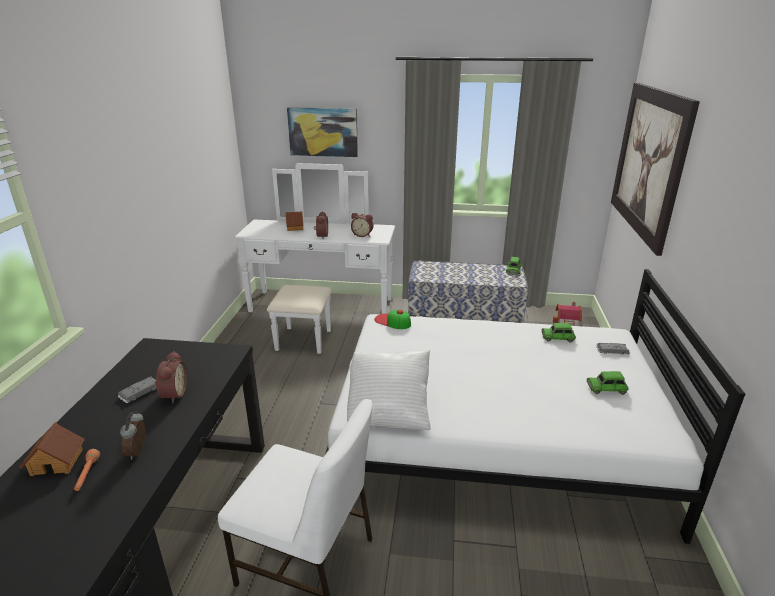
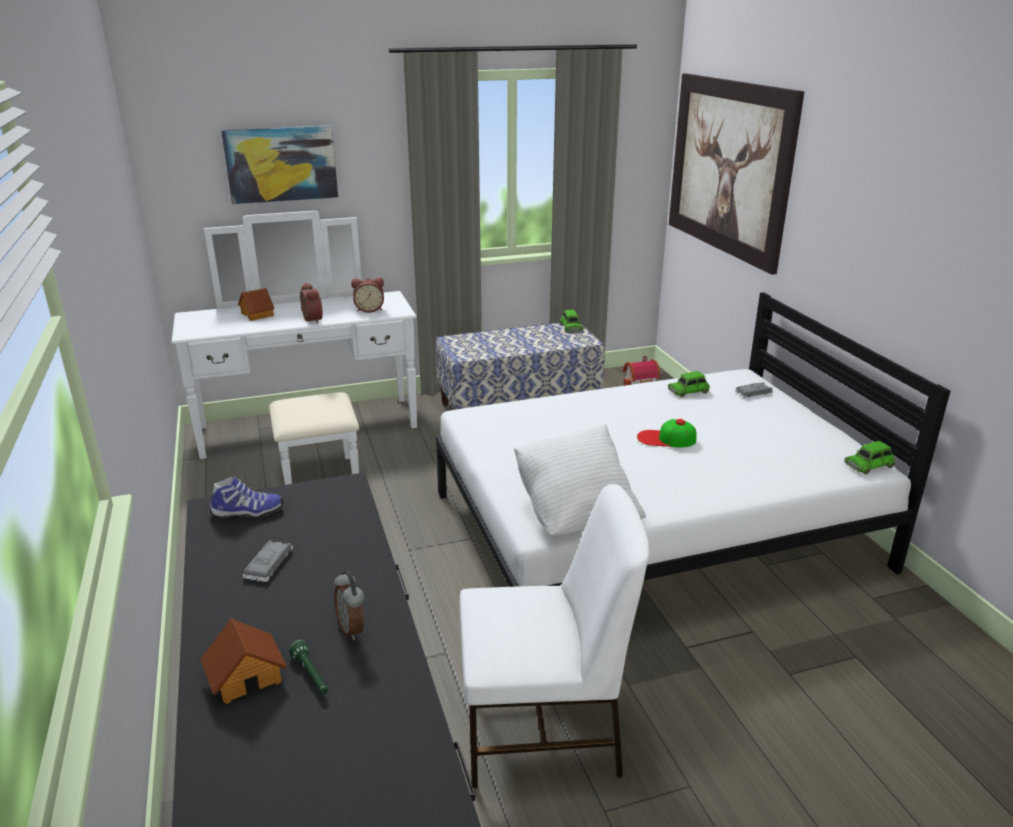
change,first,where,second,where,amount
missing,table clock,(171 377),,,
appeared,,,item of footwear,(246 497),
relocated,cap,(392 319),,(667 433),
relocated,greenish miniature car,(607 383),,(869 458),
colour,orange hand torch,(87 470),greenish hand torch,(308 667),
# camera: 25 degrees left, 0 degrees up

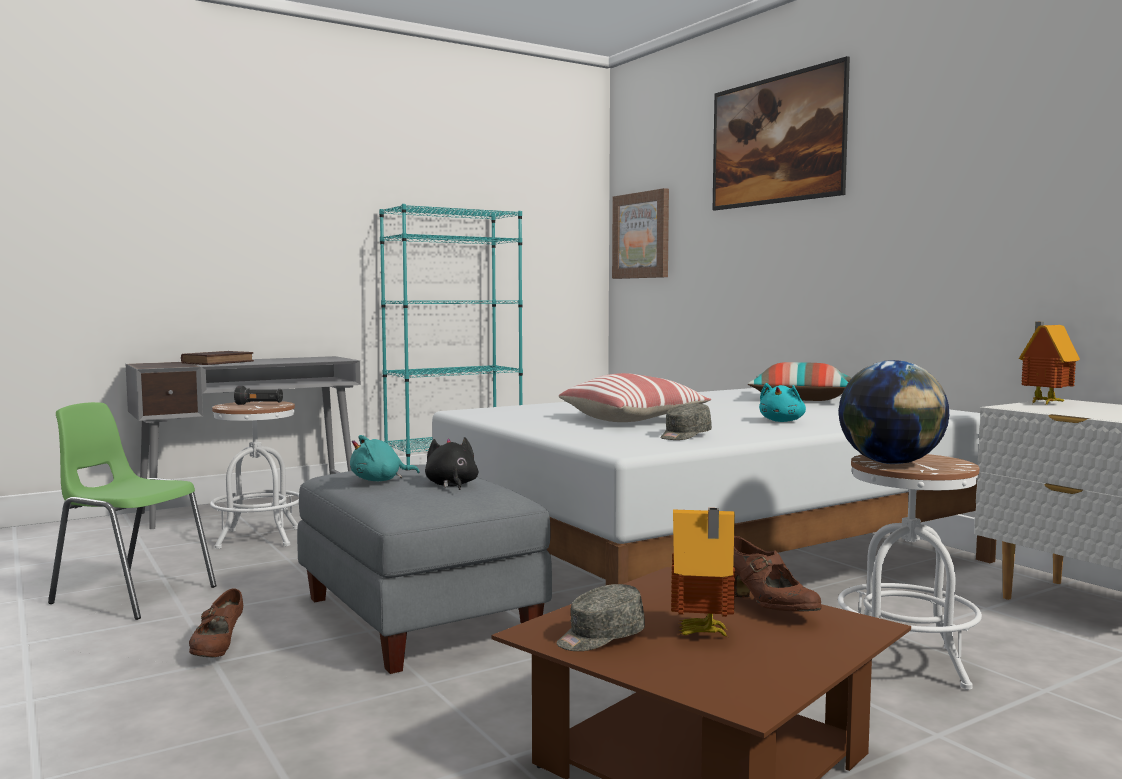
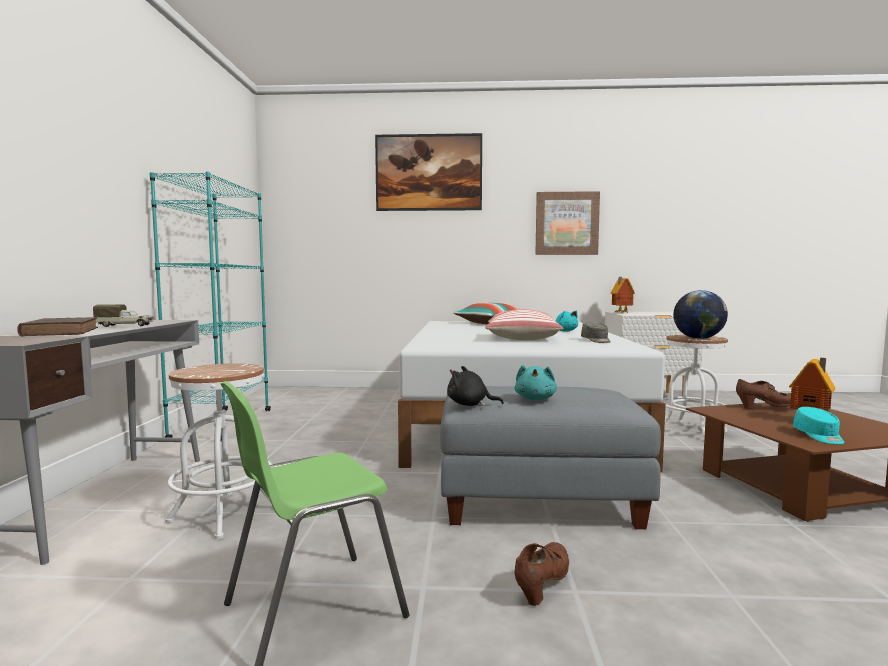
change,first,where,second,where,amount
missing,blackish hand torch,(258 395),,,
appeared,,,toy lorry,(123 315),
relocated,blackish soft toy,(451 463),,(475 386),
relocated,picture,(640 233),,(567 223),
colour,grey cap,(601 617),blue-green cap,(818 425),
spun,brownish item of footwear,(216 622),,(542 574),90 degrees counterclockwise
# camera: 55 degrees left, 0 degrees up

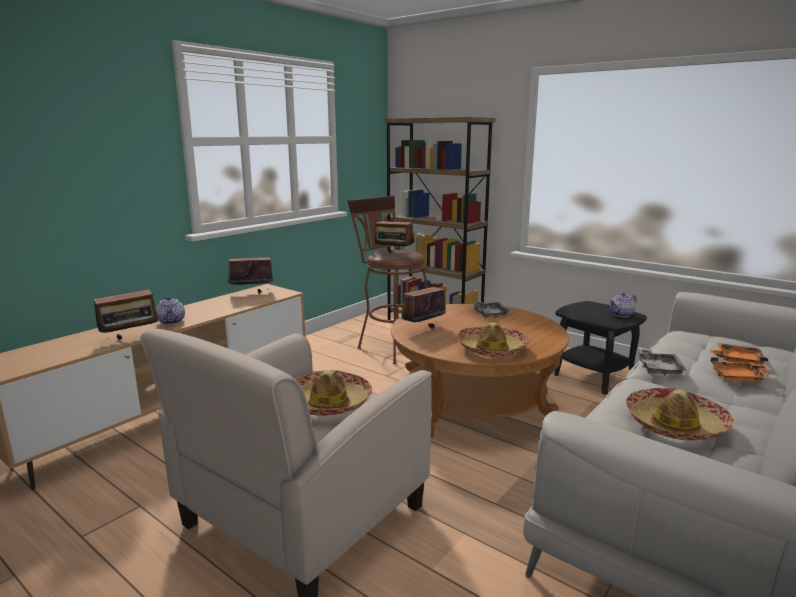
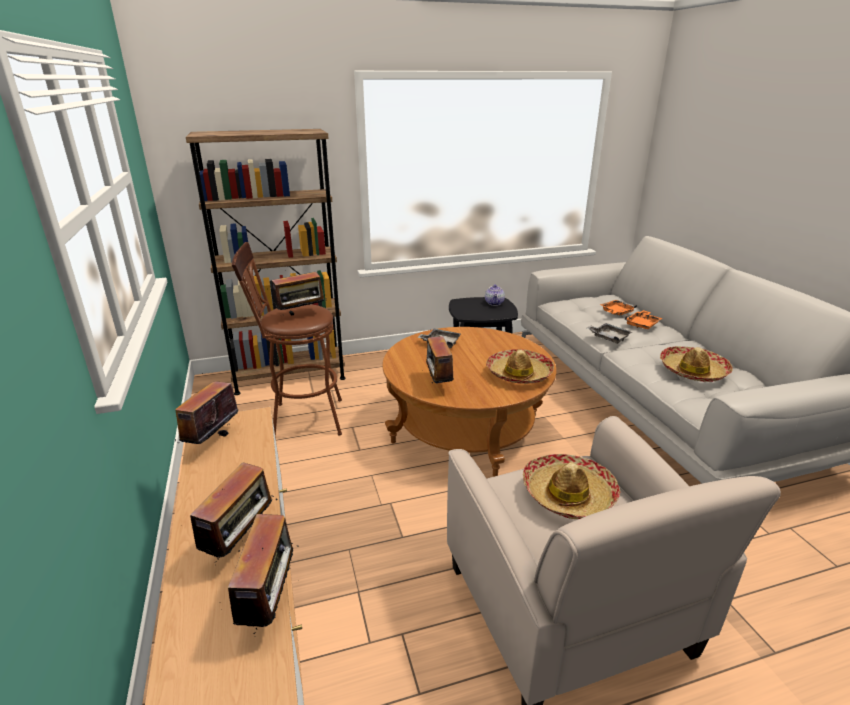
change,first,where,second,where,amount
exchanged,teapot,(170 310),radio receiver,(229 512),
# camera: 55 degrees left, 10 degrees up

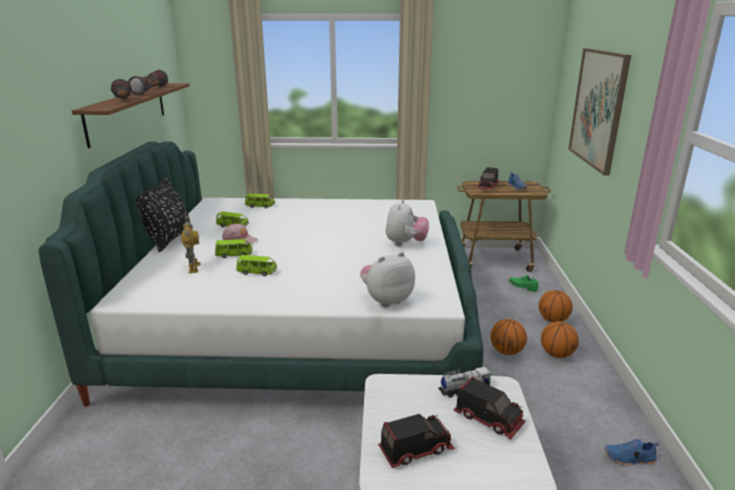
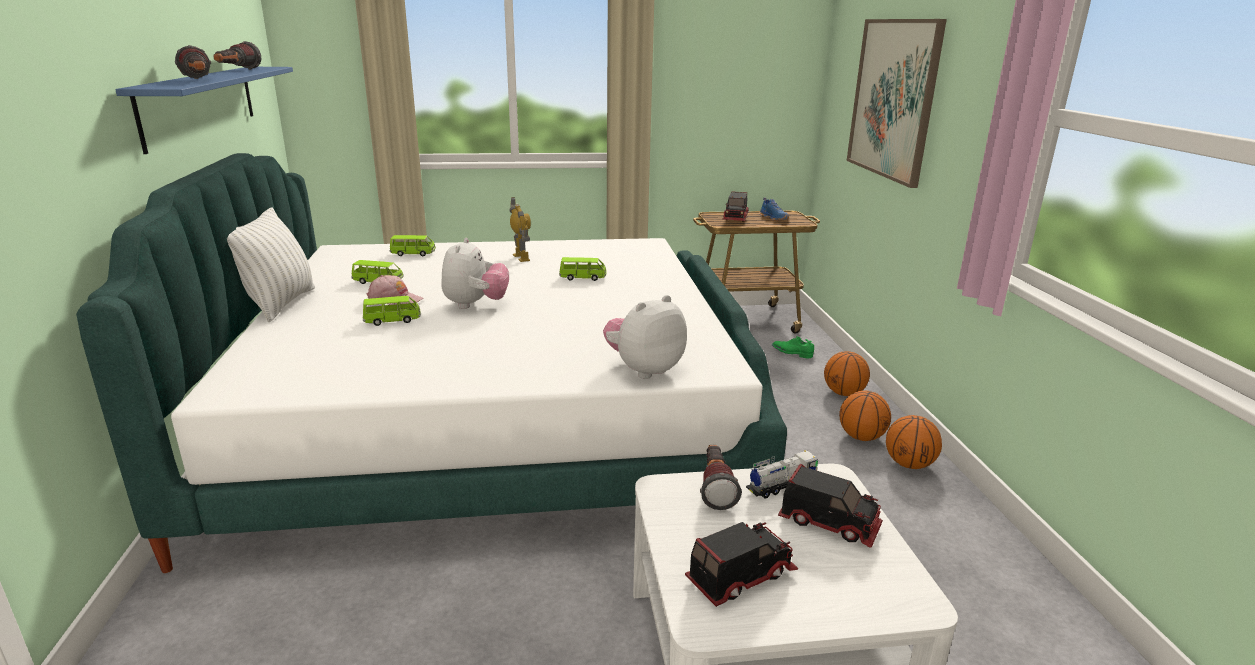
change,first,where,second,where,amount
missing,blue item of footwear,(631 452),,,
relocated,hand torch,(143 86),,(721 477),
relocated,toy robot,(190 244),,(520 229),
relocated,greenish miniature car,(256 265),,(583 269),
relocated,soft toy,(407 223),,(475 273),
relocated,basketball ball,(508 337),,(914 442),
colour,brownish wall shelf,(131 115),blue wall shelf,(204 110),
colour,blackish cushion,(164 214),whitish cushion,(271 264),
# camera: 10 degrees left, 0 degrees up

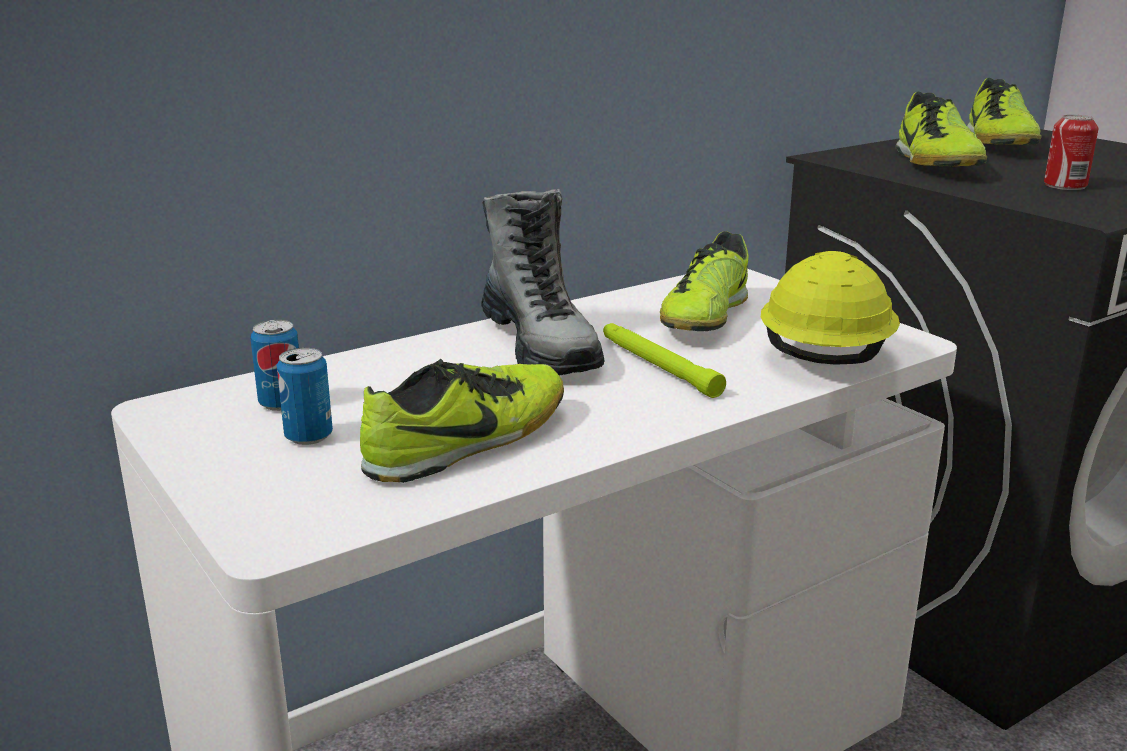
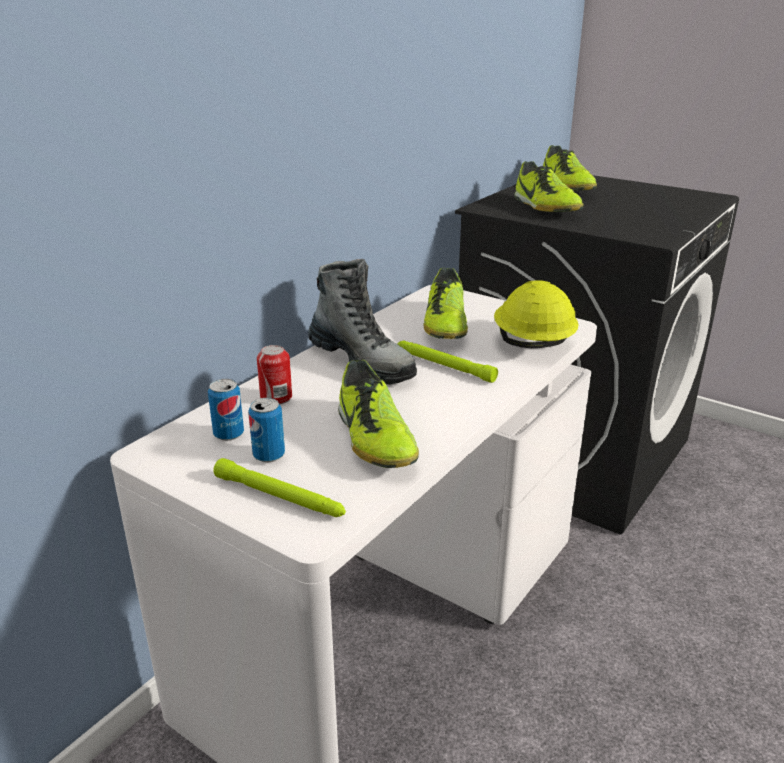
change,first,where,second,where,amount
appeared,,,greenish hand torch,(279 487),
relocated,sealed can,(1071 152),,(274 375),
spun,item of footwear,(462 421),,(378 414),135 degrees clockwise
# camera: 20 degrees left, 5 degrees up

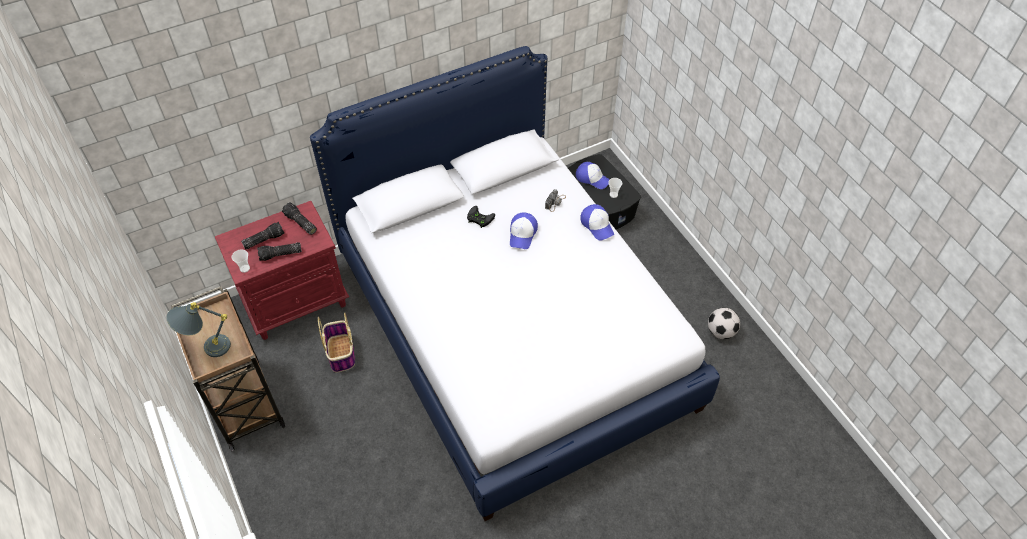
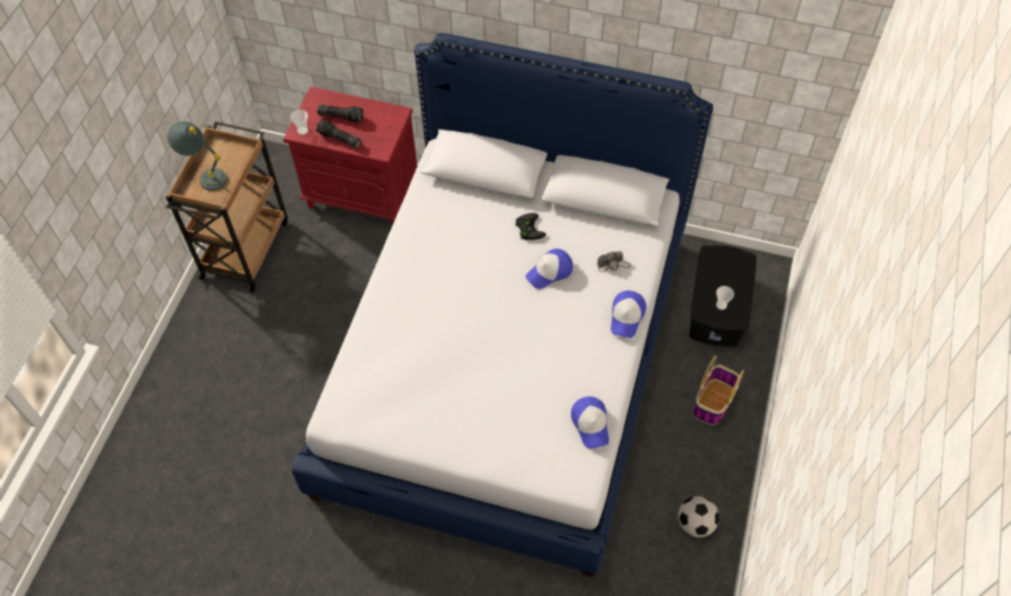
change,first,where,second,where,amount
missing,hand torch,(299 219),,,
relocated,basket,(336 342),,(718 390),
relocated,cap,(593 175),,(590 423),
# camera: 45 degrees right, 5 degrees up

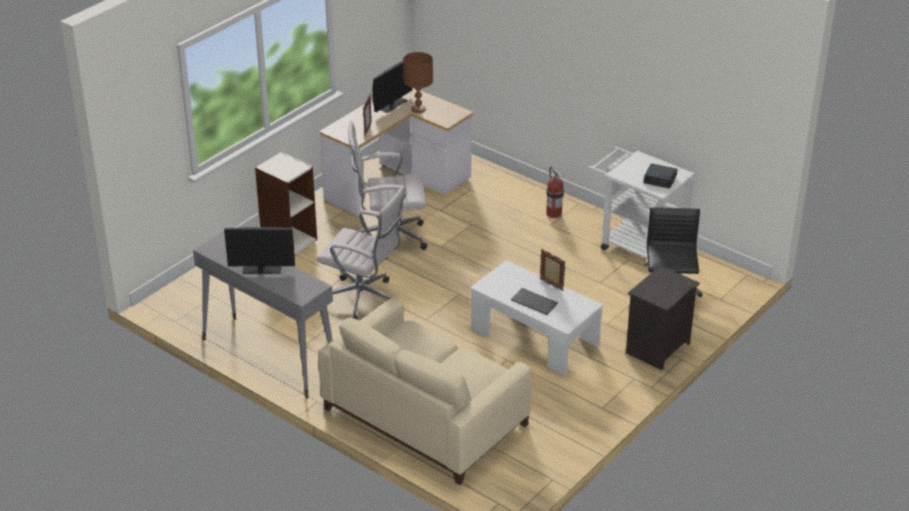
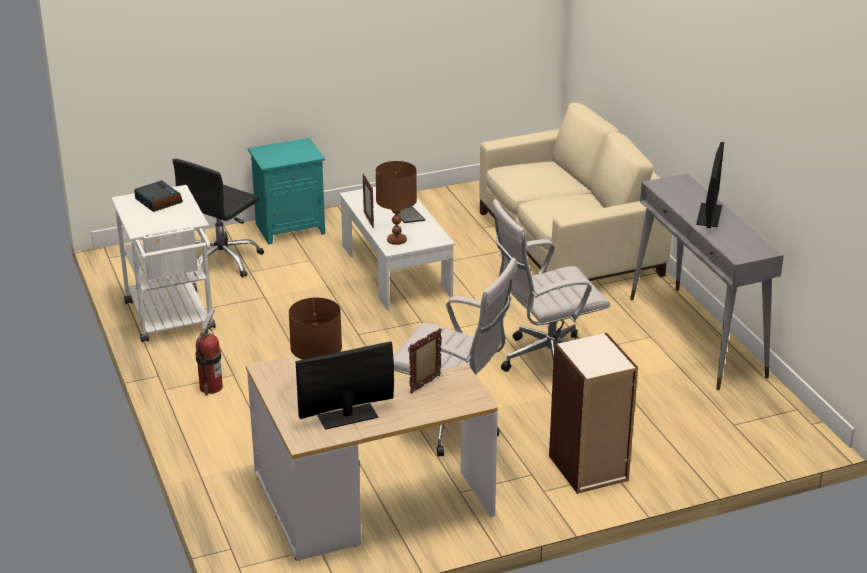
change,first,where,second,where,amount
appeared,,,brownish table lamp,(396 203),
colour,blackish bedside table,(663 317),blue-green bedside table,(286 191),
spun,computer screen,(259 250),,(710 185),75 degrees clockwise
spun,whitish desk chair,(361 252),,(550 285),75 degrees counterclockwise
# camera: 150 degrees left, 5 degrees down

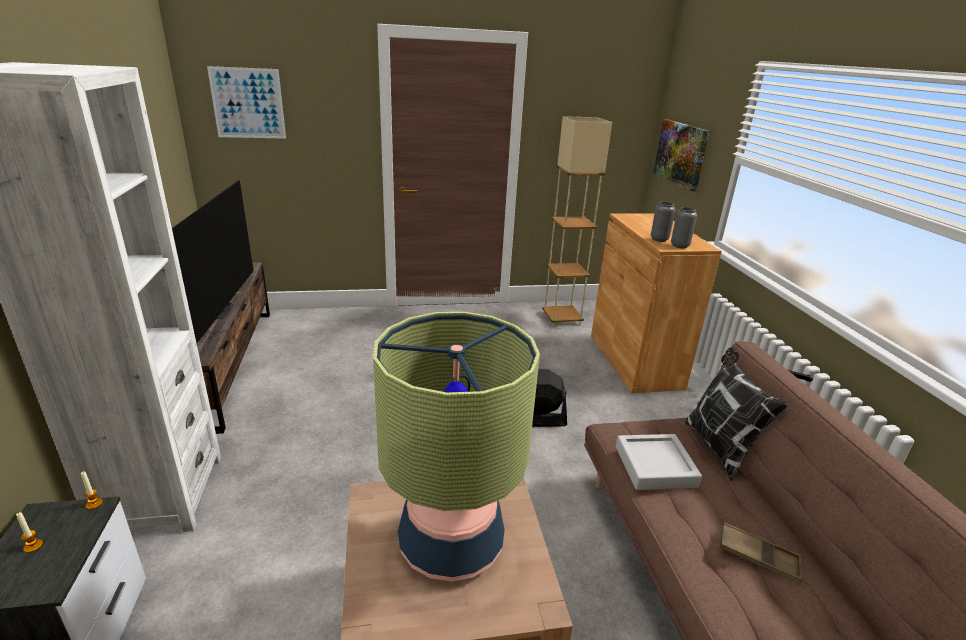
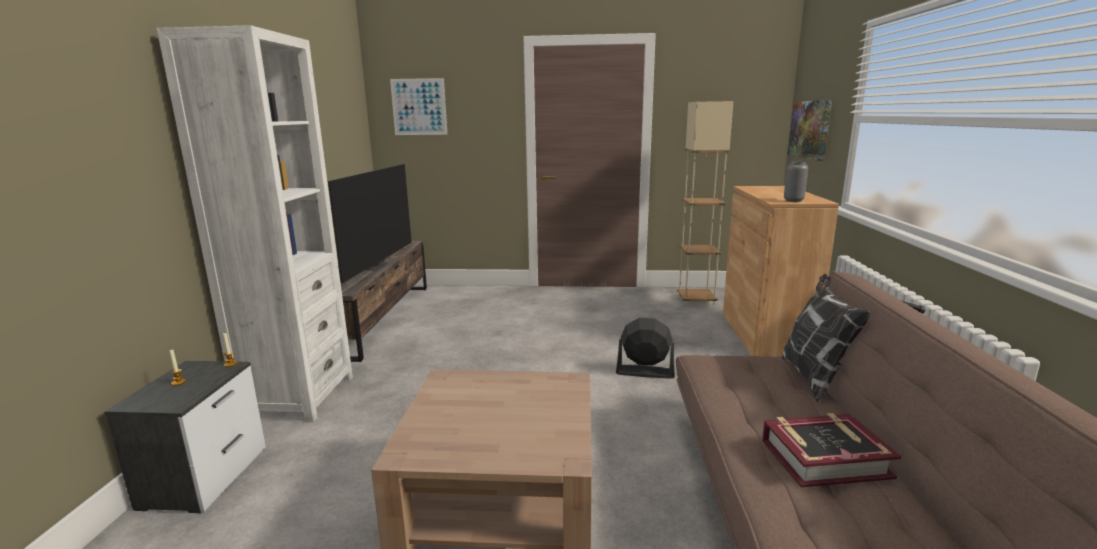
change,first,where,second,where,amount
missing,table lamp,(456 447),,,
missing,grey carrying tray,(659 462),,,
missing,grey vase,(663 222),,,
exchanged,brownish carrying tray,(761 553),bound book,(831 450),
# camera: 15 degrees right, 10 degrees down

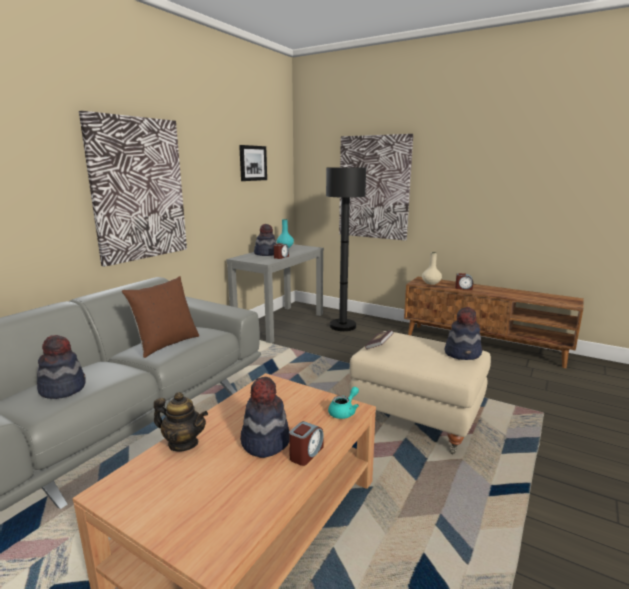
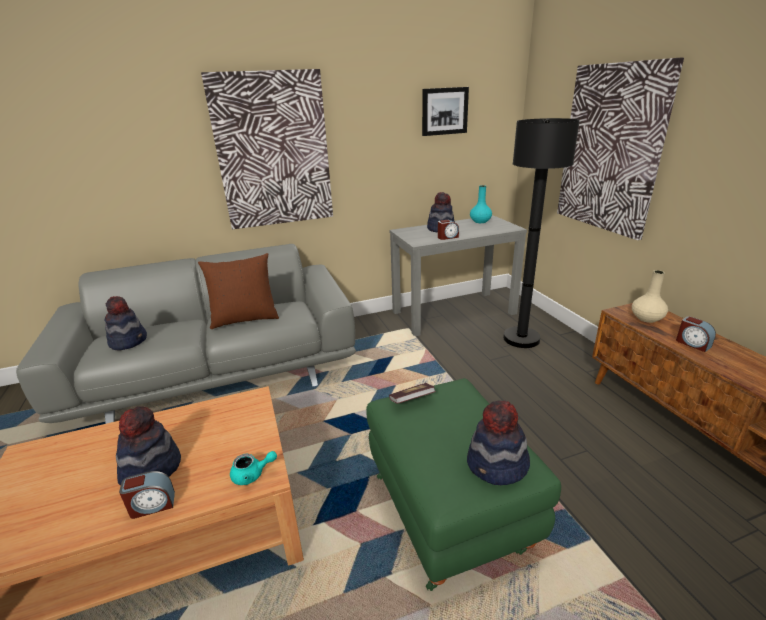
change,first,where,second,where,amount
missing,teapot,(181 422),,,
colour,sand-coloured pouffe,(420 392),greenish pouffe,(463 484),
# camera: 40 degrees right, 10 degrees up

